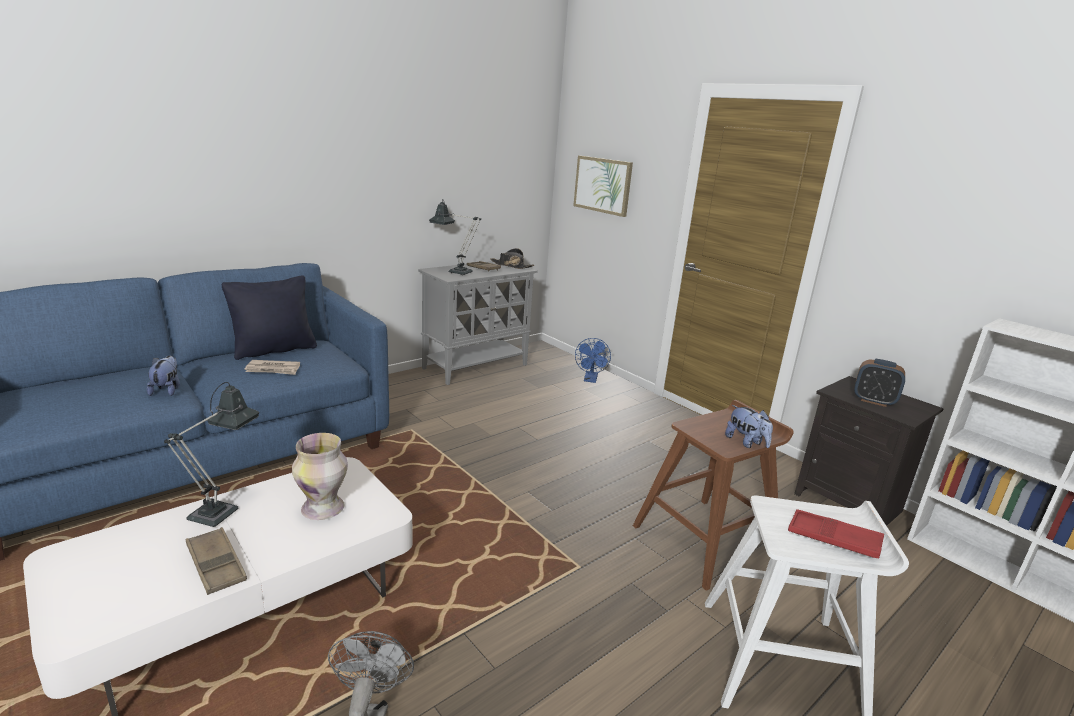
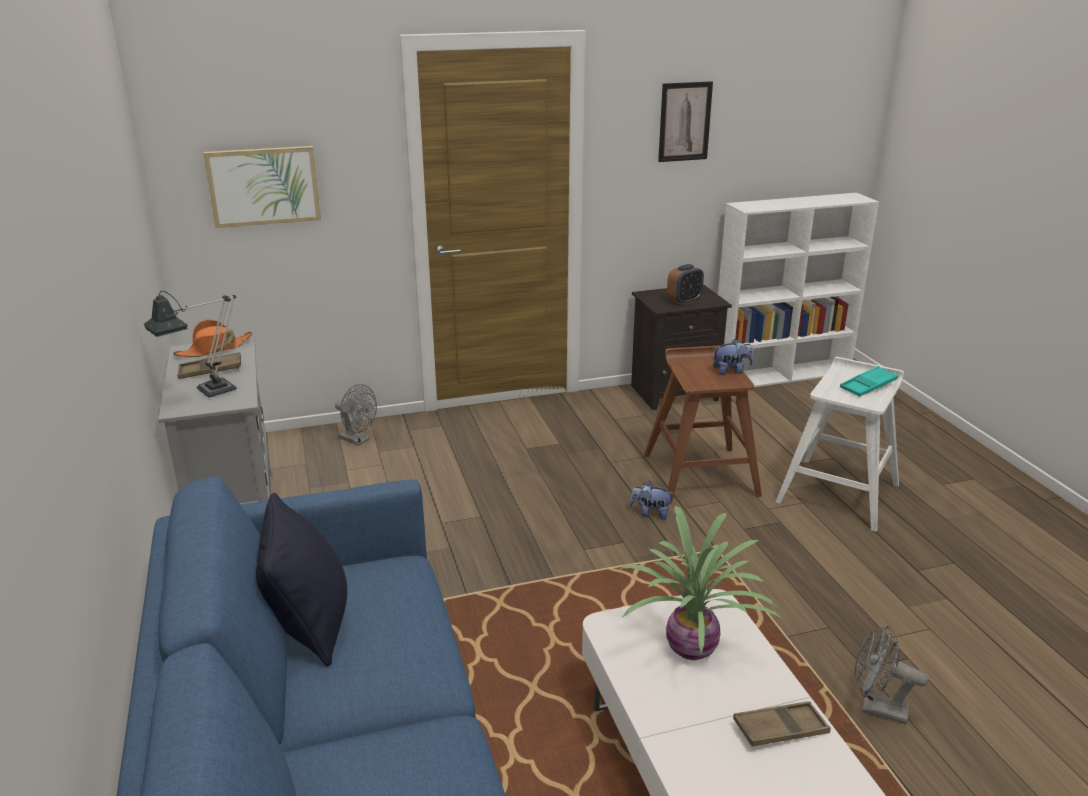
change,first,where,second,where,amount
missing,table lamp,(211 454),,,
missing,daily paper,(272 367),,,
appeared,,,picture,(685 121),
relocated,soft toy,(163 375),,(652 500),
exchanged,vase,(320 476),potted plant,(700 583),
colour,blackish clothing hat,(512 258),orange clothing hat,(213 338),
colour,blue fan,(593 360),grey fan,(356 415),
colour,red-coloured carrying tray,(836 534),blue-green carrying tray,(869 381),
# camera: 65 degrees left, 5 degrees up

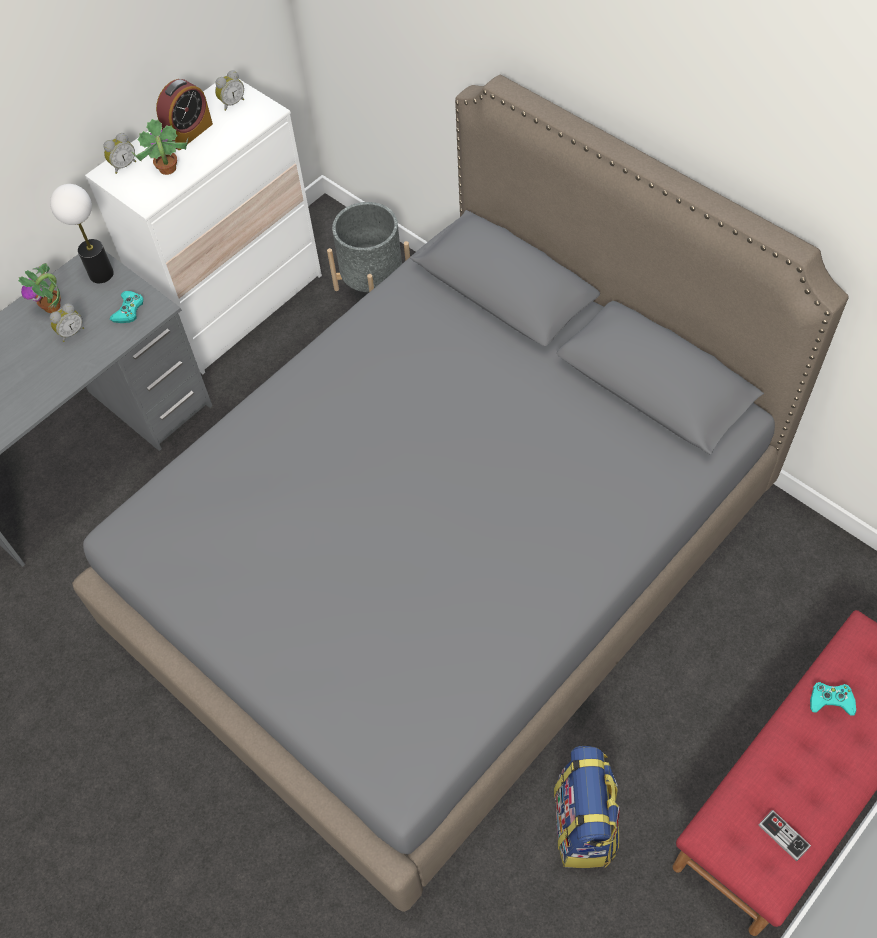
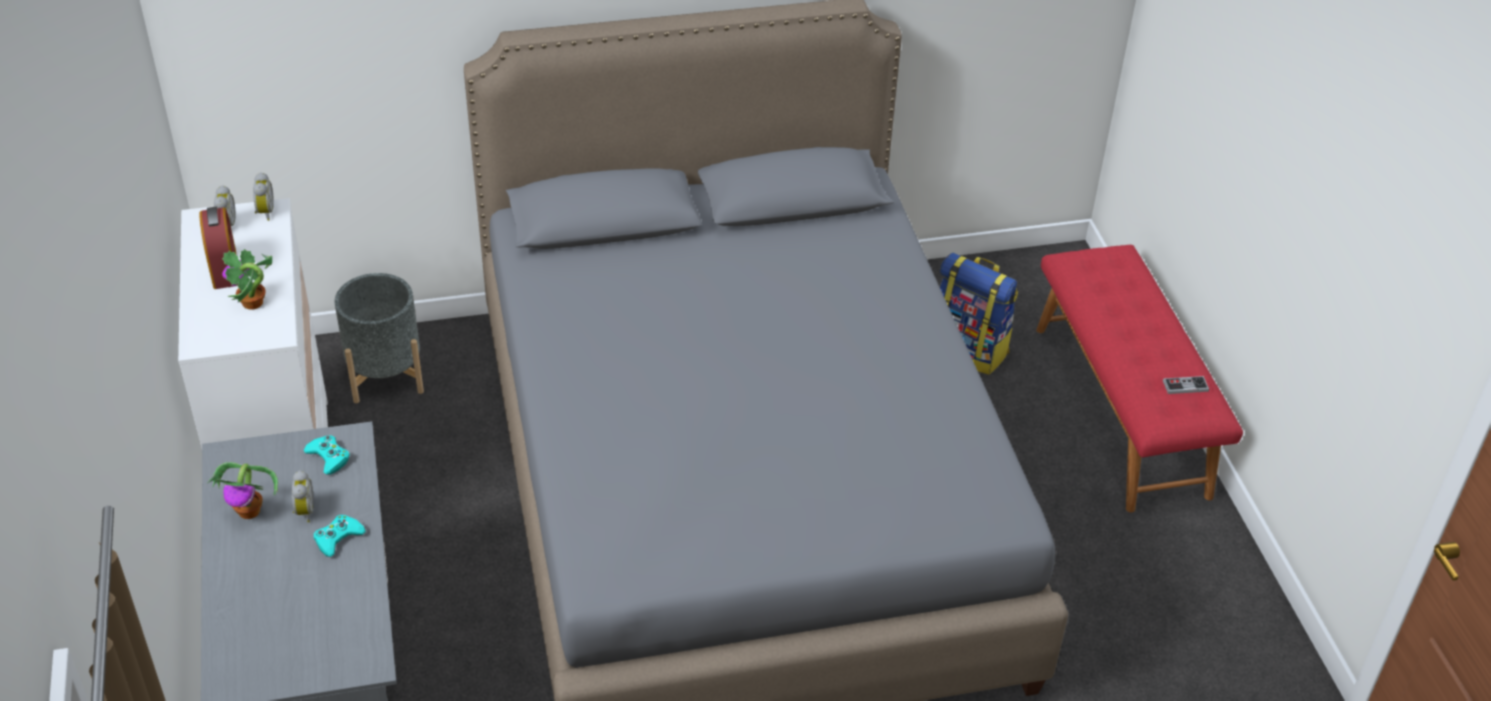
change,first,where,second,where,amount
missing,table lamp,(82 233),,,
relocated,table clock,(120 153),,(263 196),
relocated,rucksack,(587 807),,(979 314),
relocated,blue-green joypad,(833 699),,(340 536),
# camera: 60 degrees left, 15 degrees down

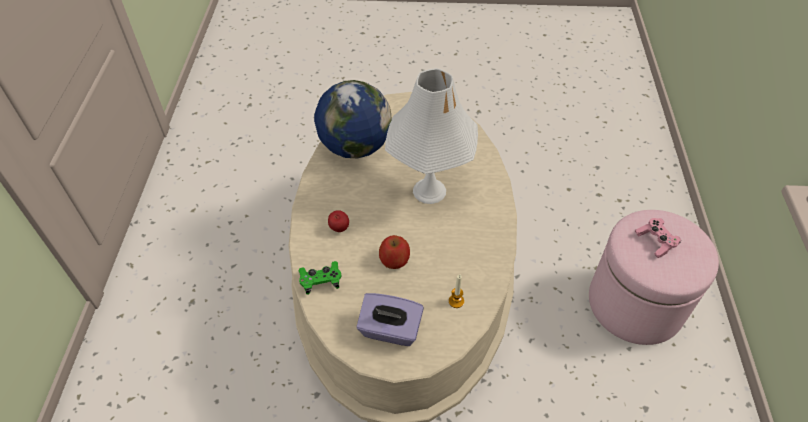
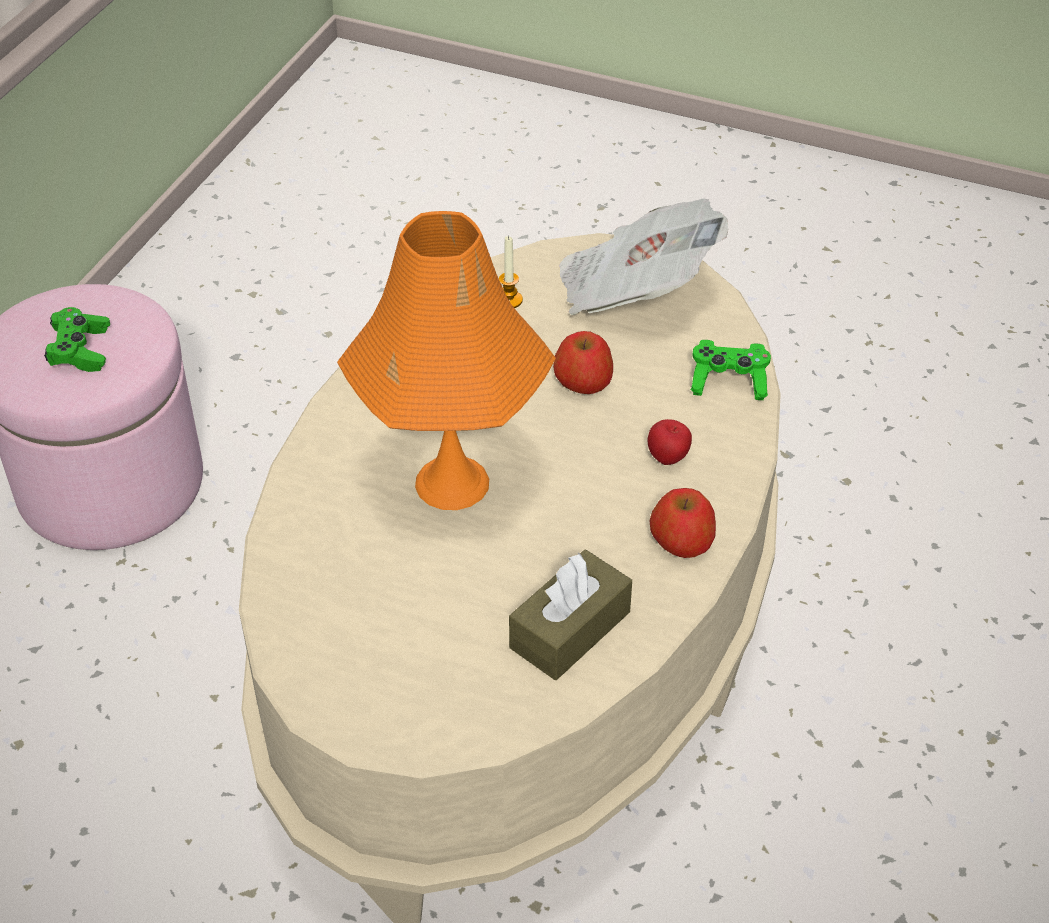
change,first,where,second,where,amount
appeared,,,whole apple,(683 523),
exchanged,world globe,(352 119),brownish tissue box,(570 615),
exchanged,purplish tissue box,(390 319),daily paper,(644 256),
colour,whitish table lamp,(431 136),orange table lamp,(446 360),
colour,pinkish joypad,(658 238),greenish joypad,(77 339),
# camera: 160 degrees left, 5 degrees down

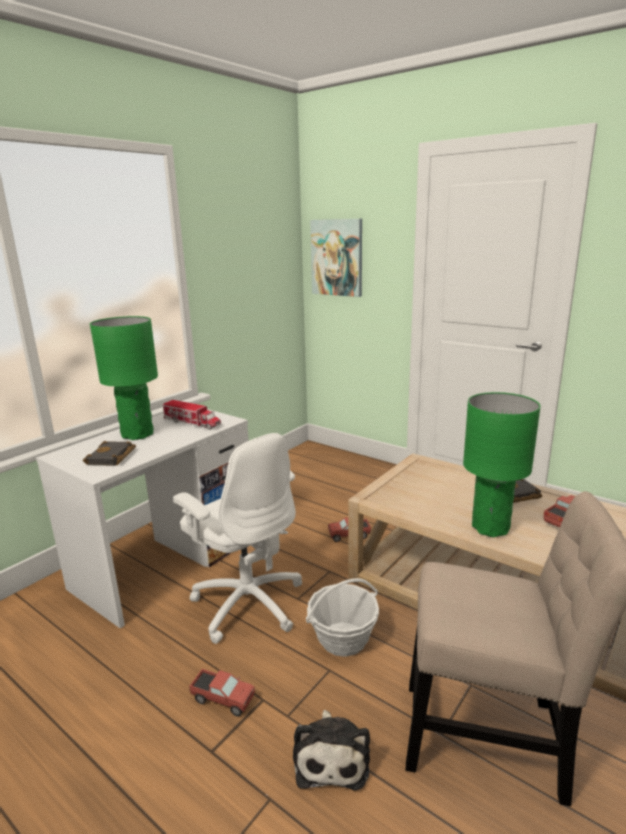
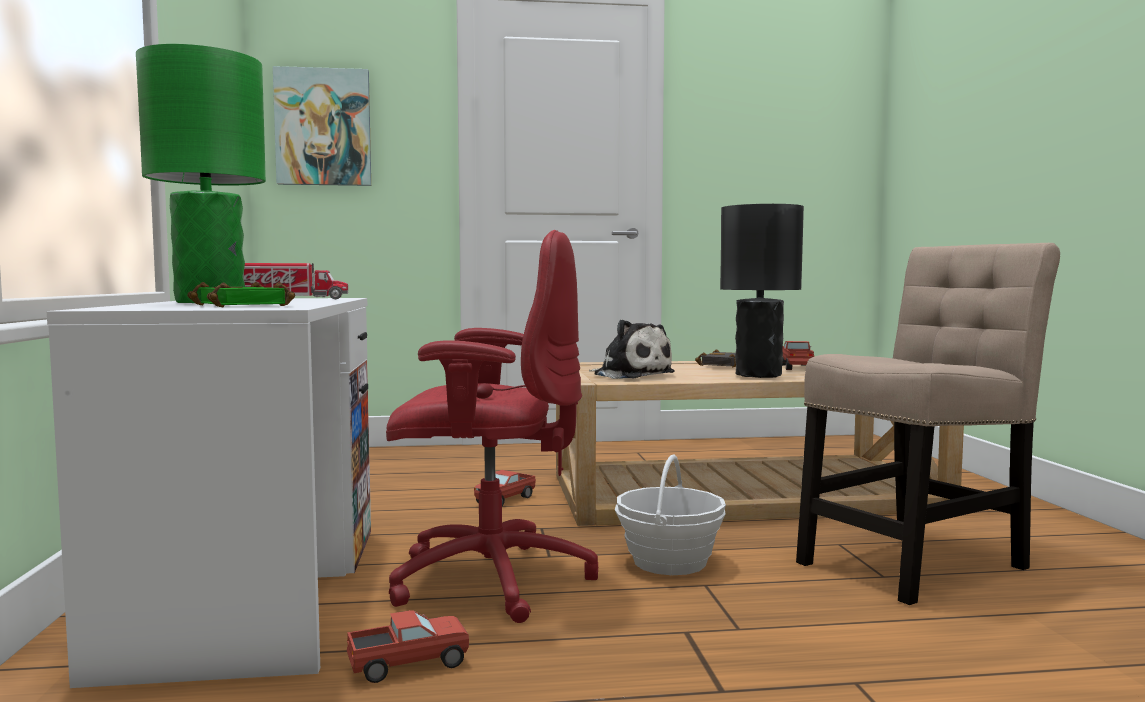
change,first,where,second,where,amount
relocated,toy lorry,(222 693),,(408 646),
relocated,soft toy,(331 750),,(632 349),
colour,blackish bound book,(109 453),greenish bound book,(241 294),
colour,whitish desk chair,(237 538),red-coloured desk chair,(492 426),
colour,greenish table lamp,(502 464),blackish table lamp,(762 291),
# camera: 45 degrees left, 15 degrees down

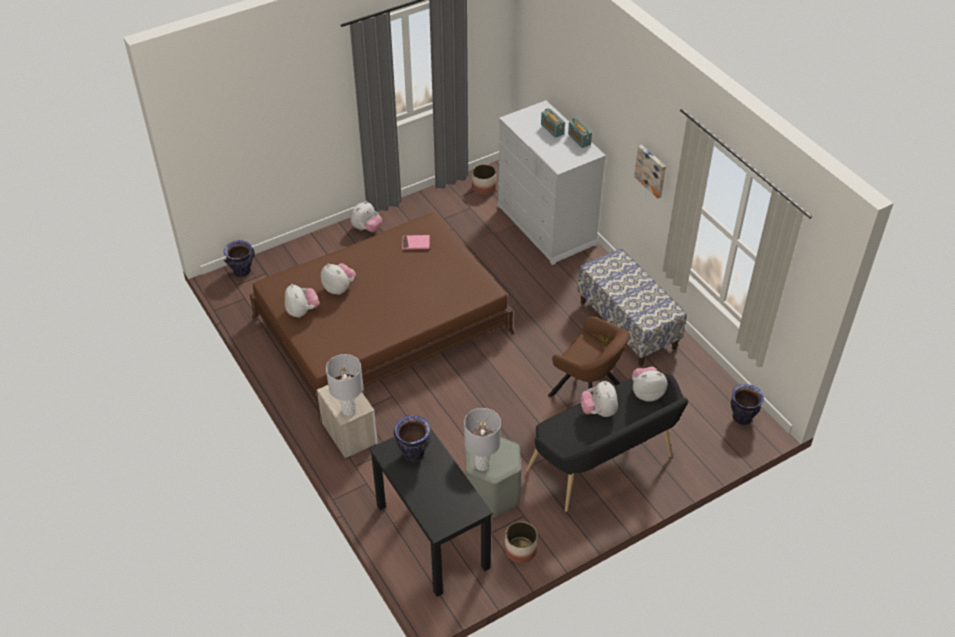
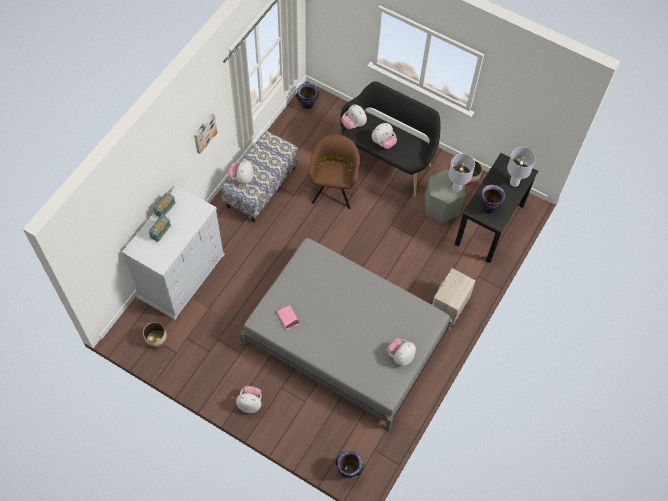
change,first,where,second,where,amount
relocated,soft toy,(338 279),,(240 172),
relocated,grey table lamp,(344 384),,(521 167),
colour,brownish bed,(382 317),grey bed,(346 335),
# camera: 120 degrees left, 15 degrees up

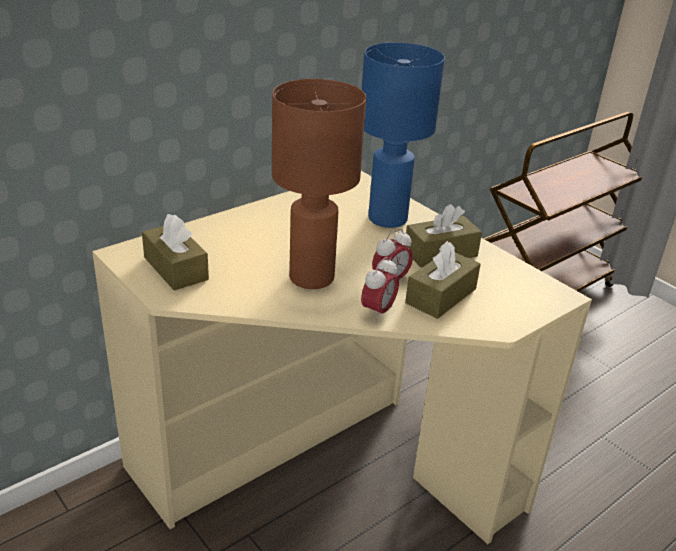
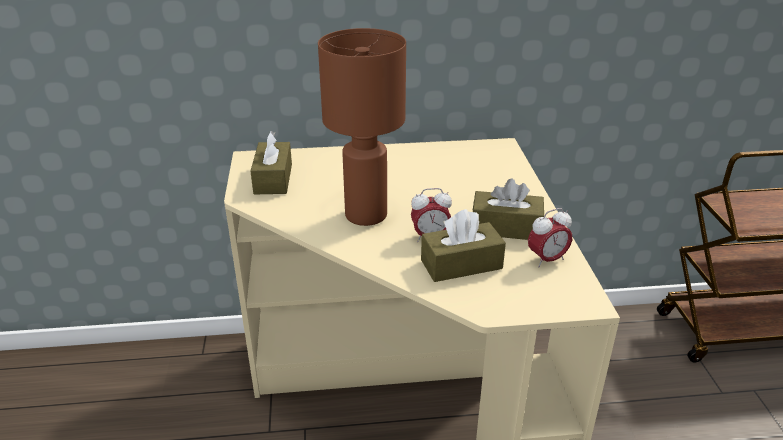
change,first,where,second,where,amount
missing,blue table lamp,(403 135),,,
relocated,table clock,(380 289),,(550 237),
# camera: 35 degrees right, 0 degrees up

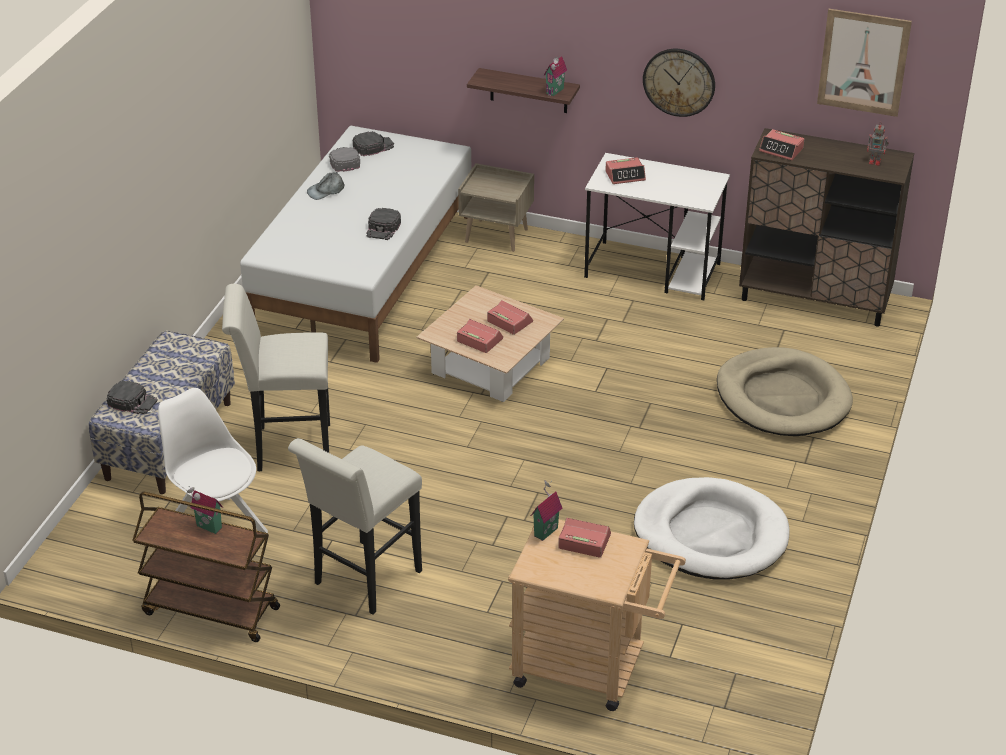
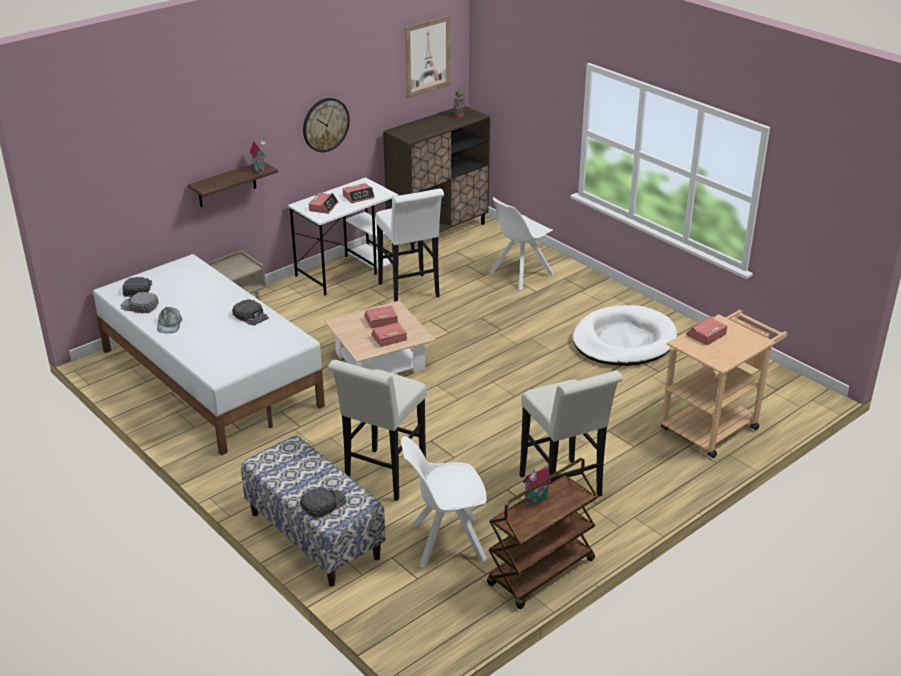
change,first,where,second,where,amount
missing,toy house,(546 510),,,
appeared,,,whitish stool seat,(410 245),
relocated,table clock,(781 144),,(359 193),
exchanged,sand-coloured dog cushion,(785 391),whitish plain chair,(521 243),
# camera: 60 degrees left, 5 degrees down

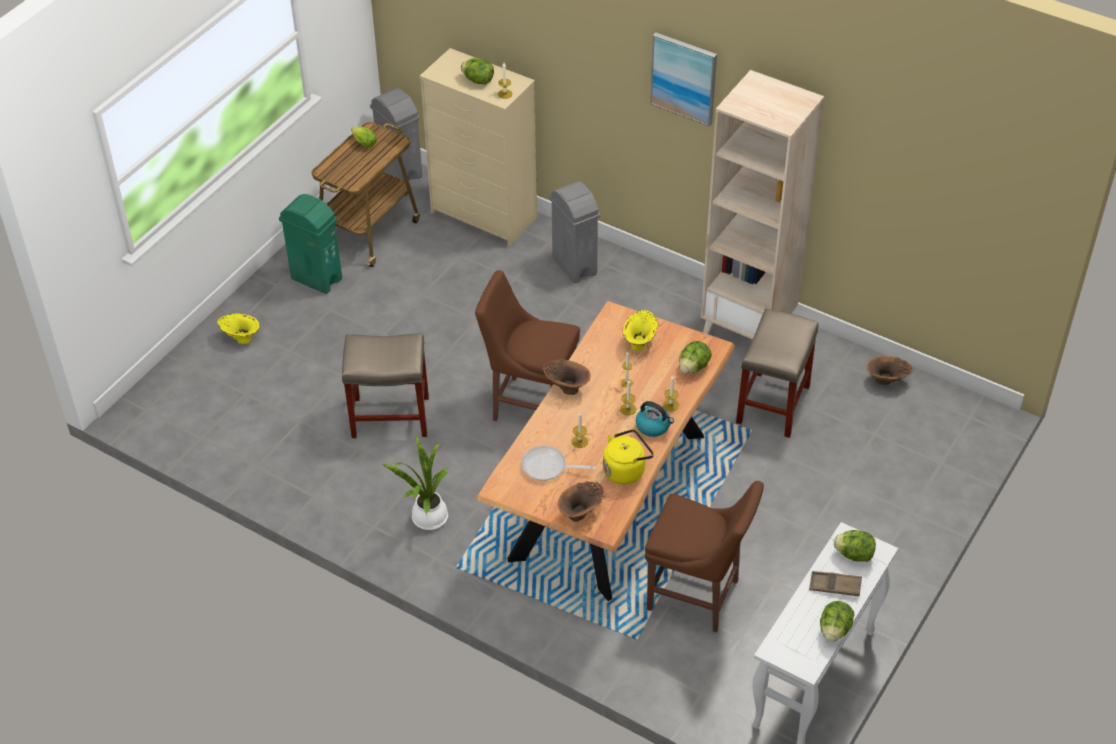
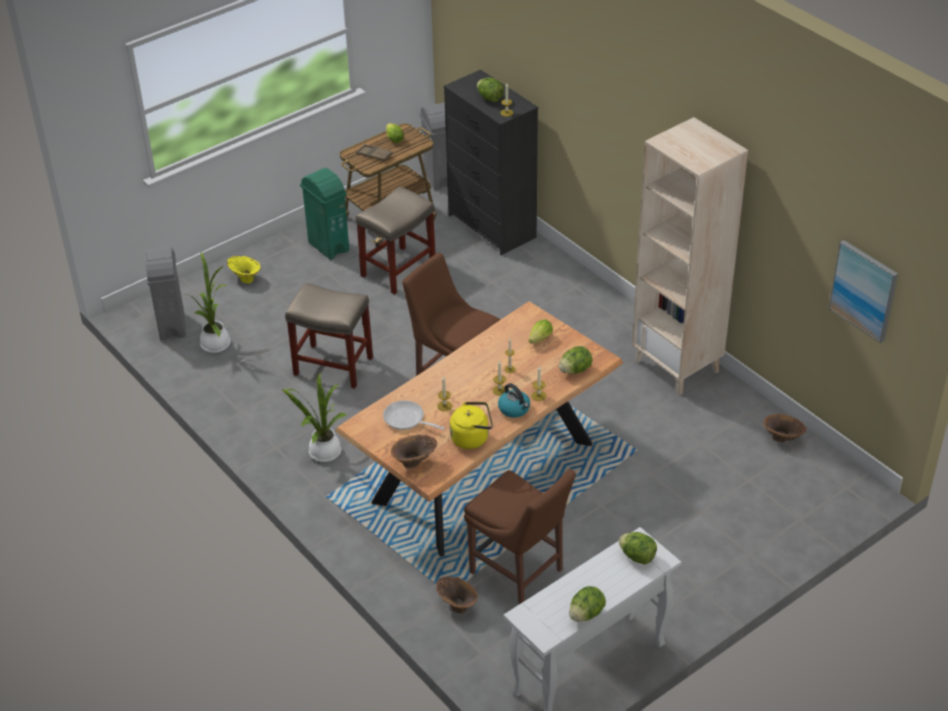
change,first,where,second,where,amount
appeared,,,potted plant,(209 302),
relocated,brownish vase,(566 377),,(457 595),
relocated,grey trash can,(574 232),,(165 293),
relocated,picture,(683 80),,(863 291),
relocated,sand-coloured stool seat,(777 373),,(395 240),
relocated,brownish carrying tray,(835 583),,(374 152),
exchanged,yellow vase,(641 330),lettuce,(541 332),
colour,sand-coloured chest of drawers,(478 147),blackish chest of drawers,(491 162),
# camera: 20 degrees right, 5 degrees down

